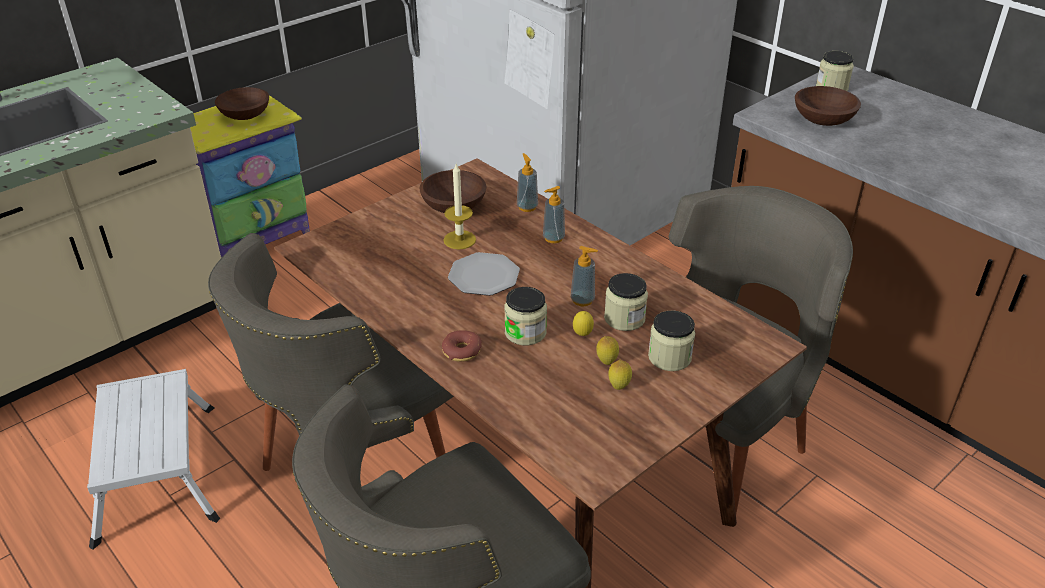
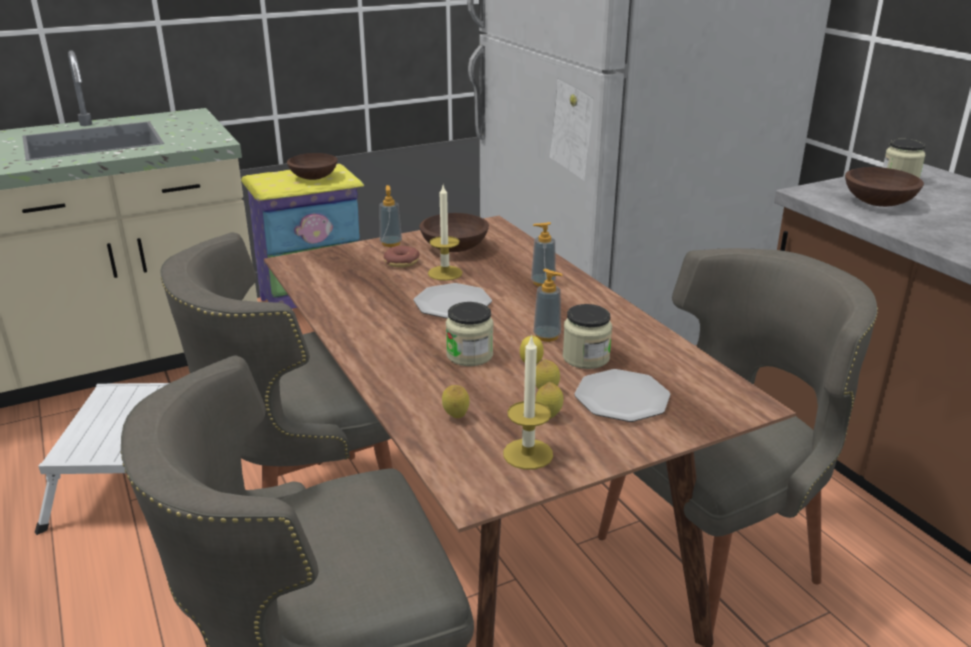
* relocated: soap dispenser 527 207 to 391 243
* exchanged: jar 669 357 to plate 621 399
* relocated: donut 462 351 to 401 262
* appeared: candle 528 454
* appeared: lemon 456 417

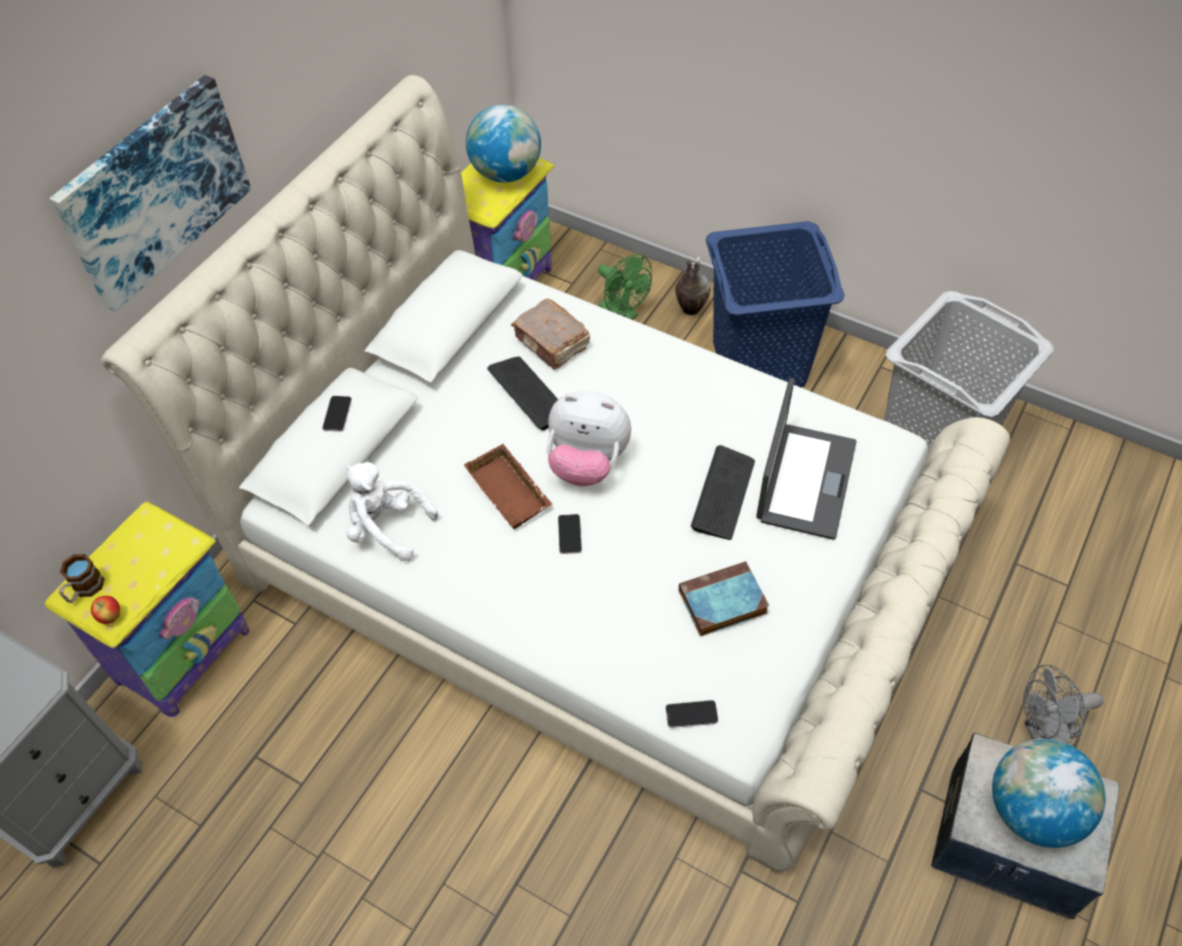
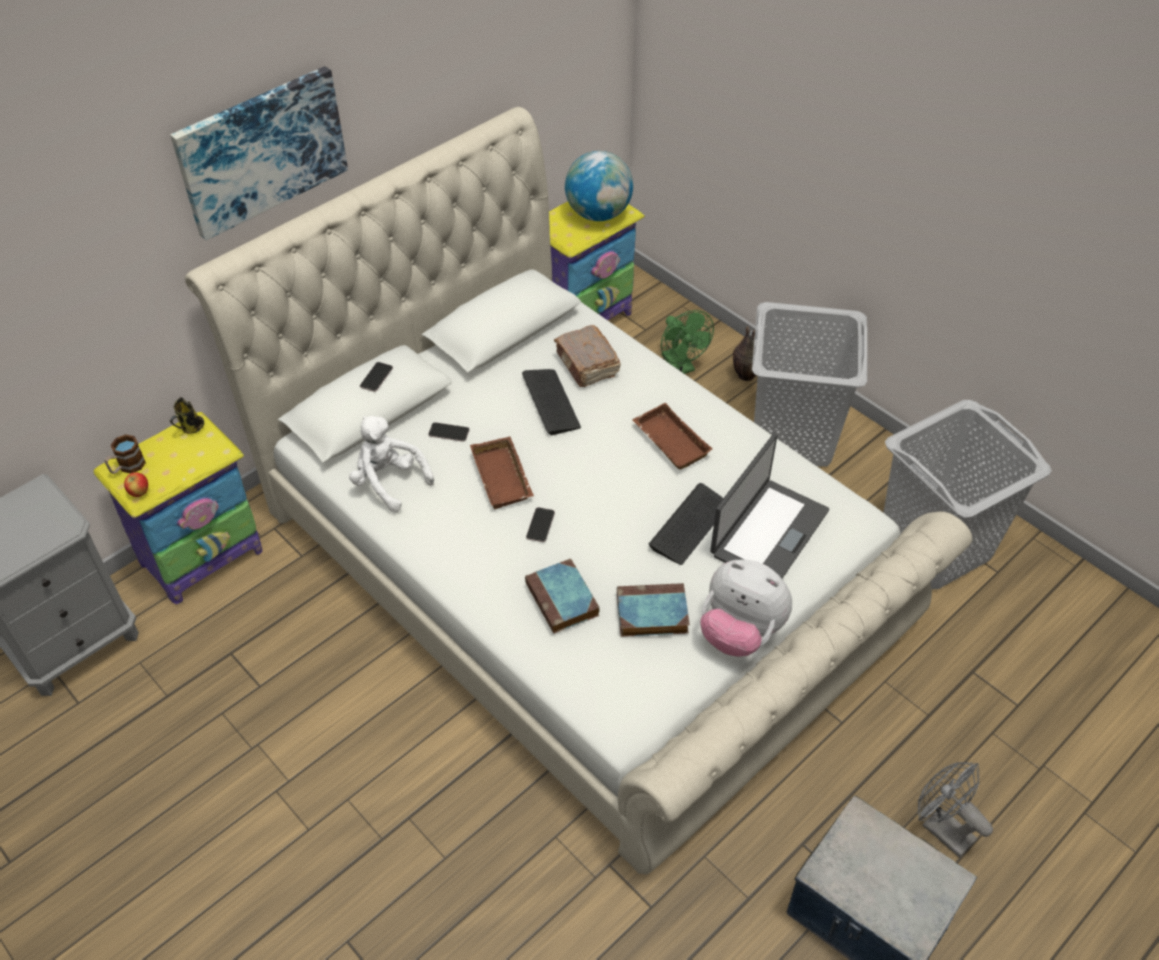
* colour: blue laundry basket 760 363 to grey laundry basket 793 437
* relocated: plush toy 587 463 to 740 632
* spun: grey fan 1043 732 = 941 828 45 degrees clockwise
* relocated: phone 691 714 to 449 432
* missing: globe 1032 810
* appeared: mug 191 428
* appeared: brown tray 668 441
* appeared: book 563 600

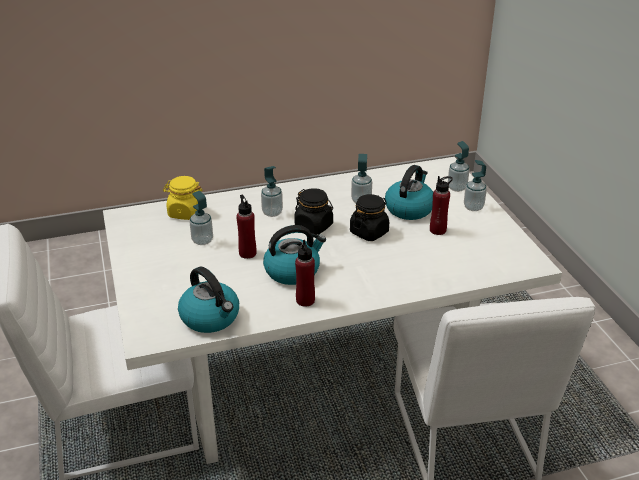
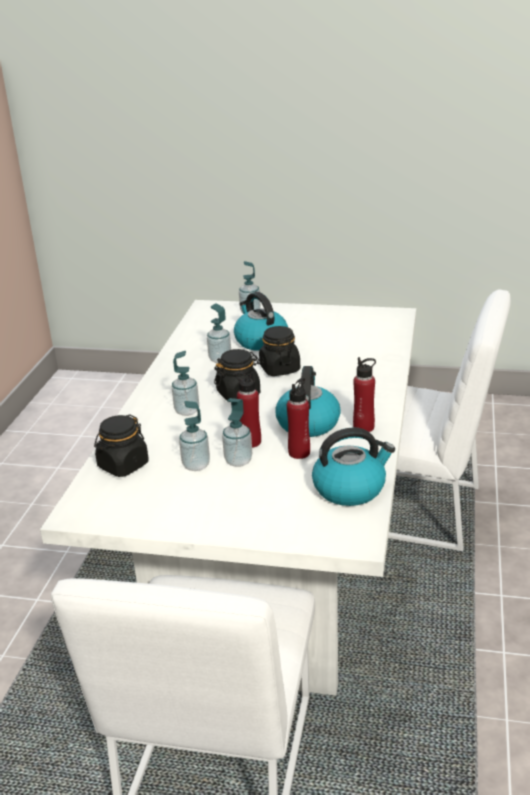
* relocated: soap dispenser 473 207 to 238 461
* colour: yellow jar 185 213 to black jar 123 465
* relocated: red bottle 438 230 to 299 452

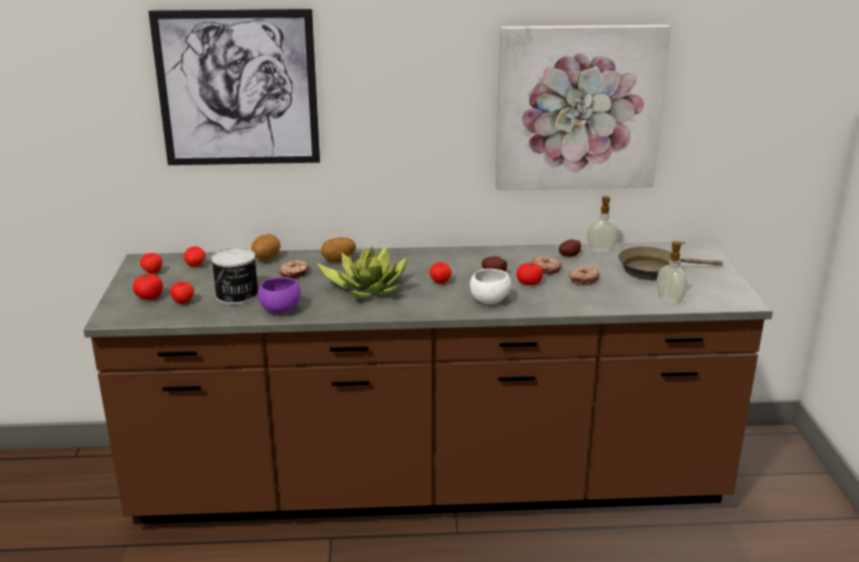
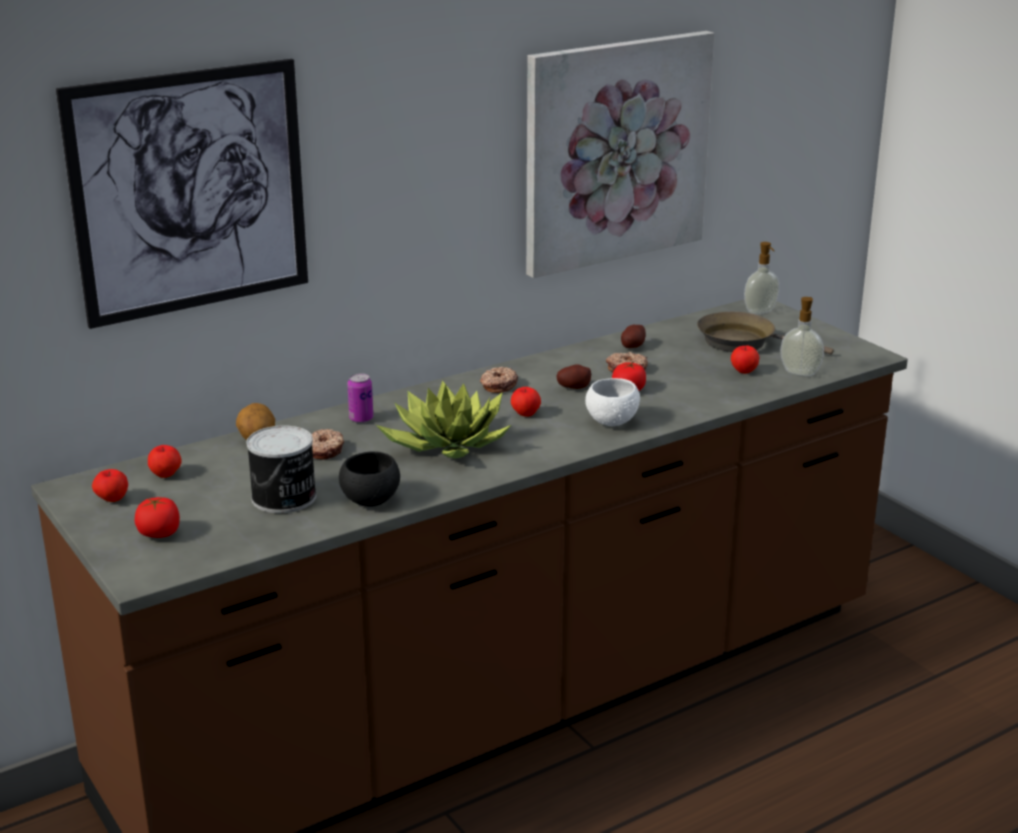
* relocated: soap dispenser 601 251 to 760 312
* exchanged: potato 339 260 to can 361 419
* spun: brown frying pan 653 270 = 742 342 60 degrees clockwise
* relocated: donut 583 280 to 498 385
* colour: purple bowl 280 310 to black bowl 371 500
* relocated: apple 183 302 to 744 371

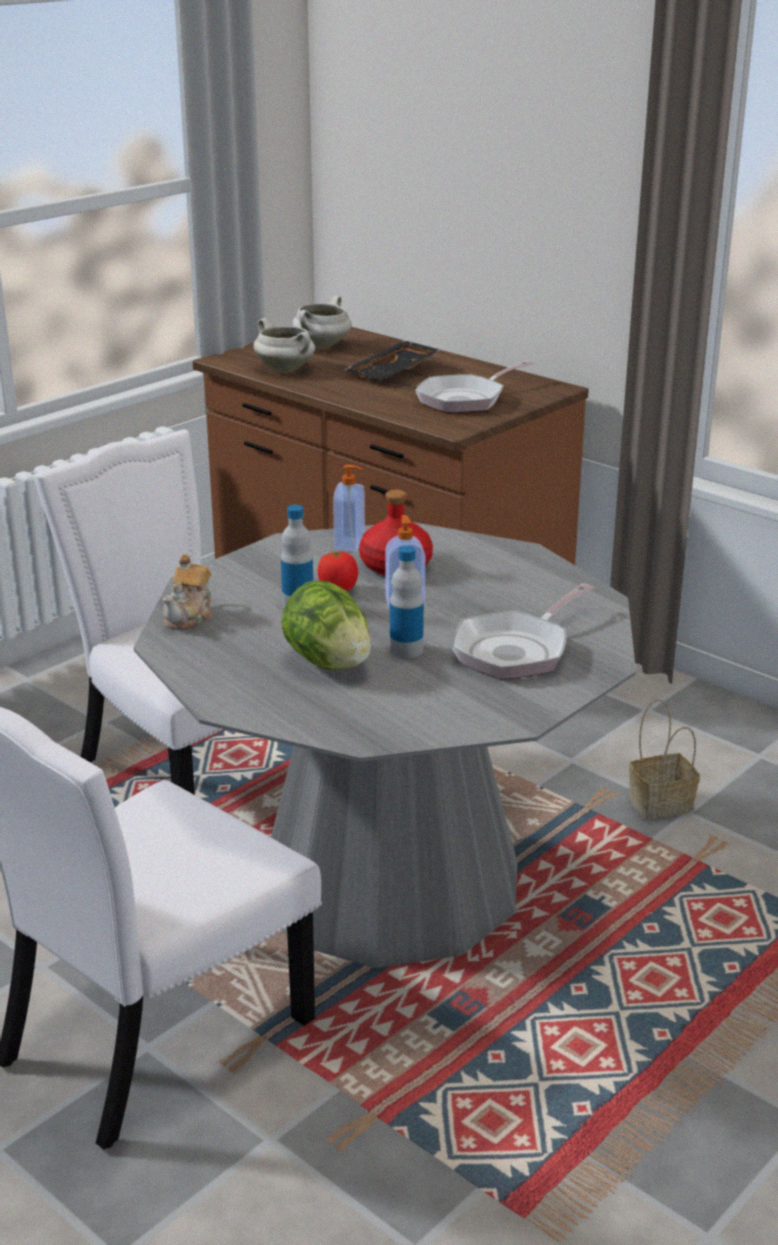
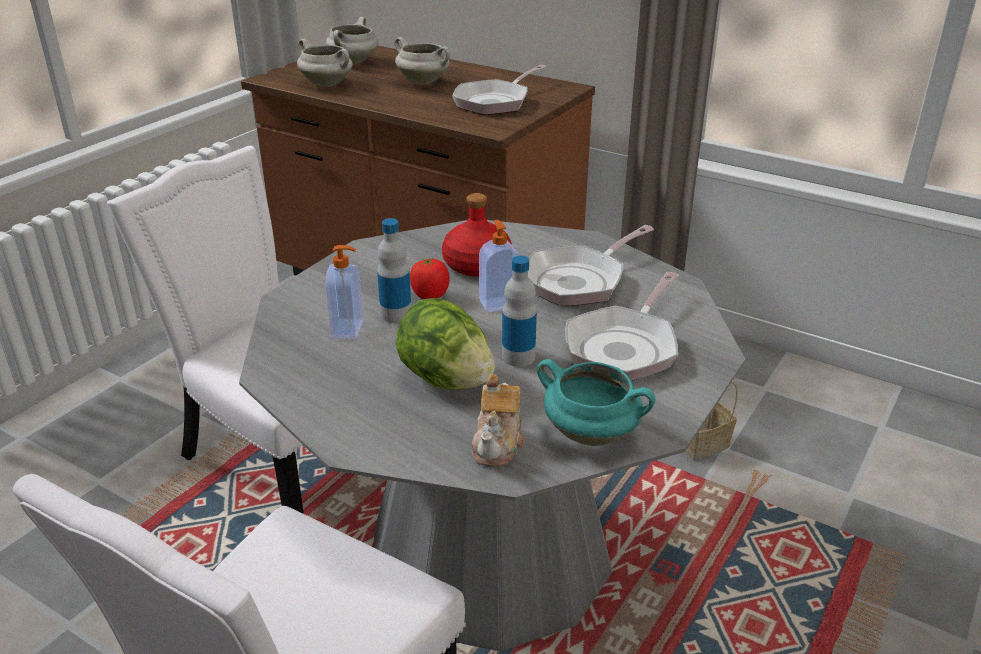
* exchanged: black tray 394 373 to white cooking pot 424 82
* relocated: soap dispenser 350 545 to 349 329
* relocated: teapot 190 616 to 498 444
* appeared: frying pan 579 280
* appeared: turquoise cooking pot 592 434

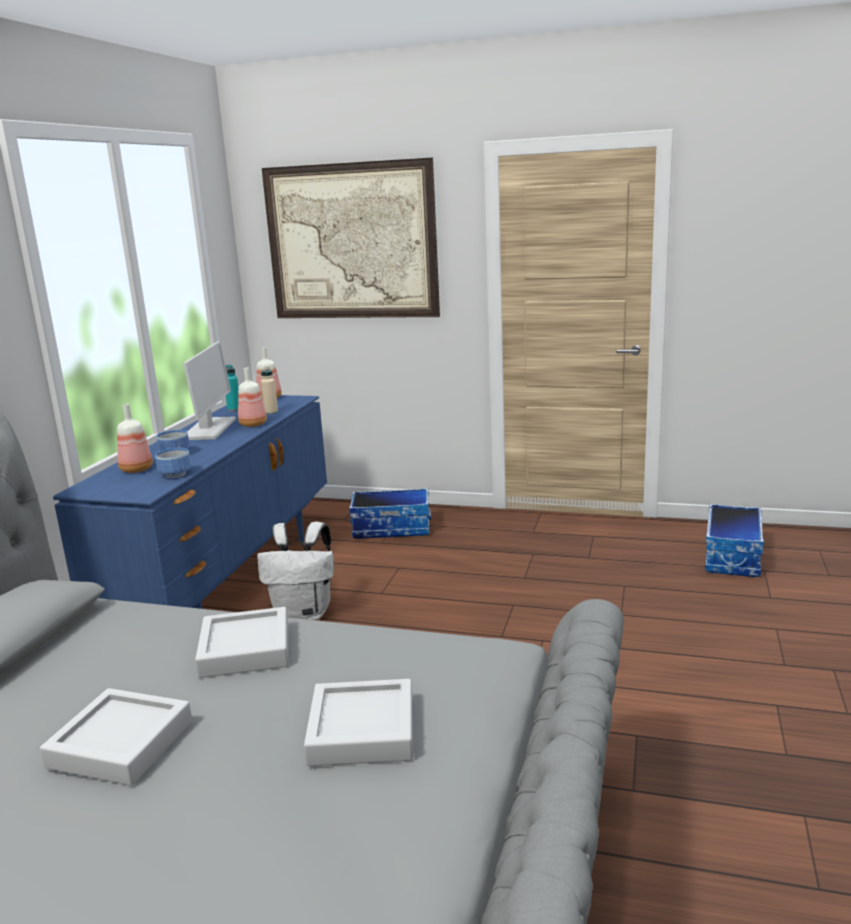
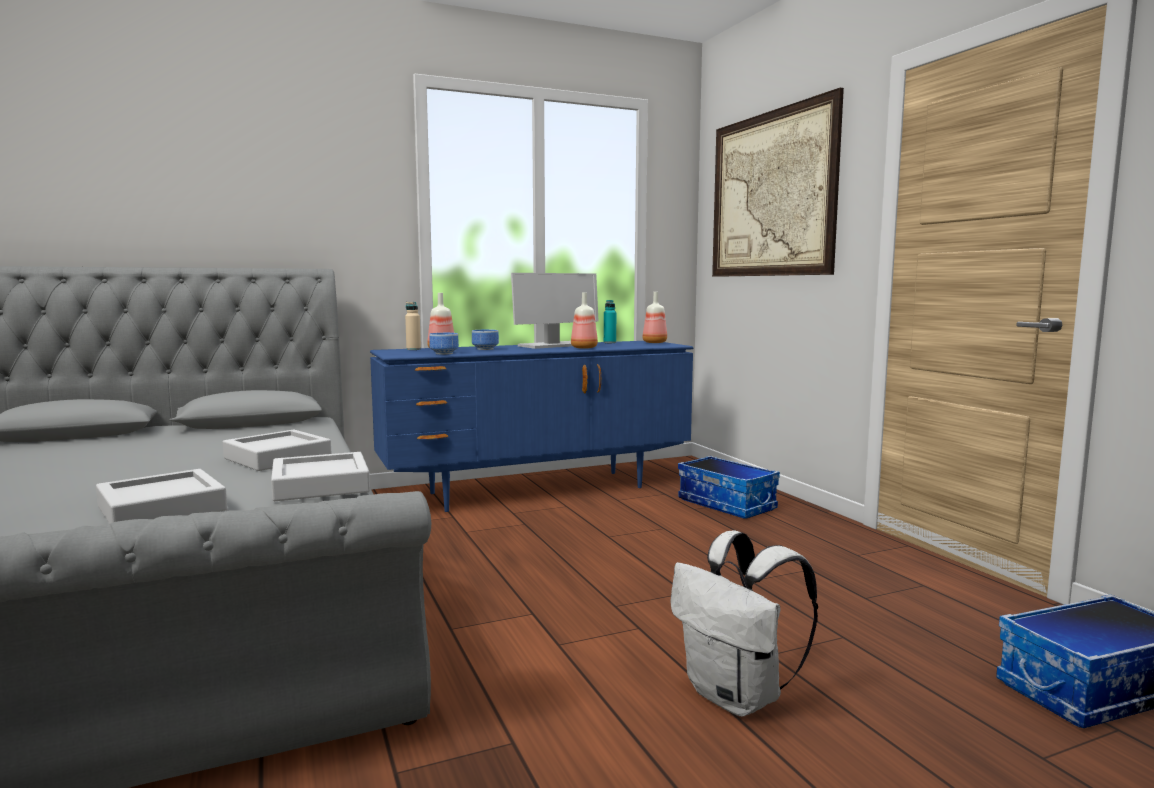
* relocated: beige bottle 271 412 to 413 349
* relocated: white backpack 304 613 to 737 697
* relocated: grey tray 121 744 to 320 485

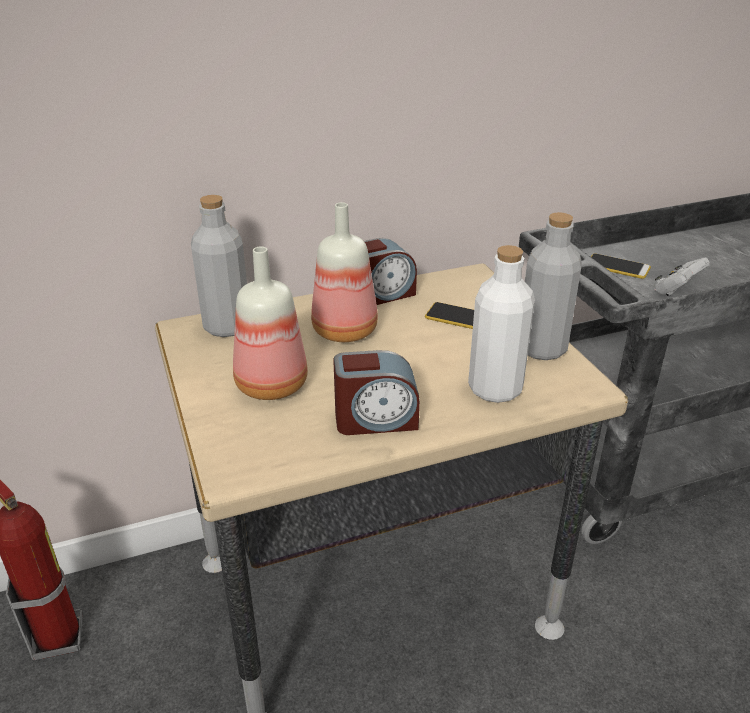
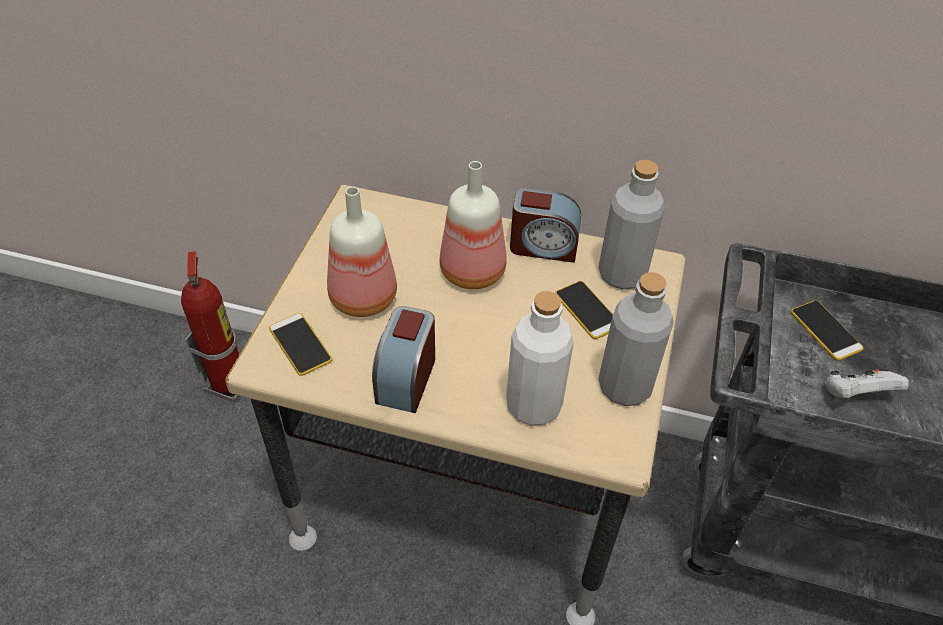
* relocated: grey bottle 227 326 to 622 274
* spun: alarm clock 376 419 = 406 378 75 degrees clockwise
* appeared: phone 300 344

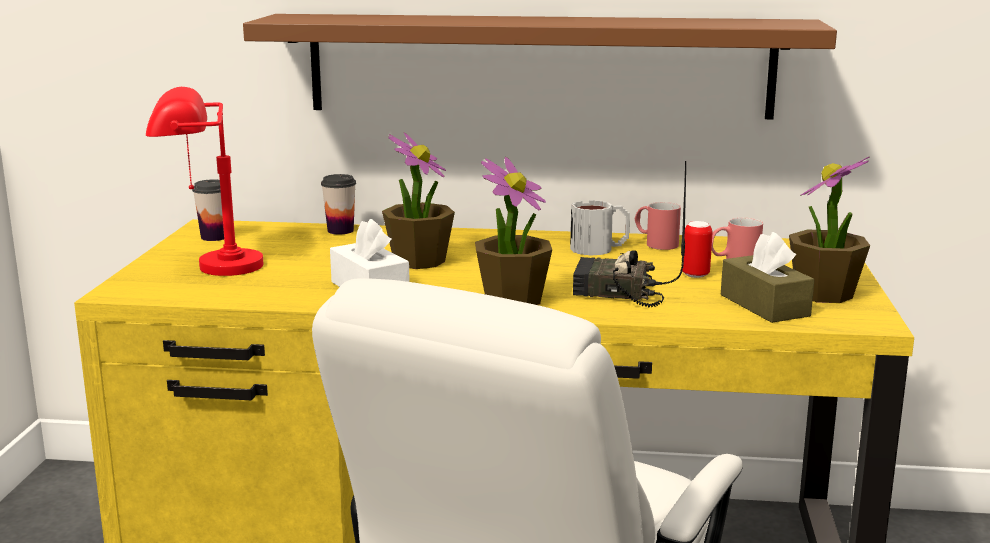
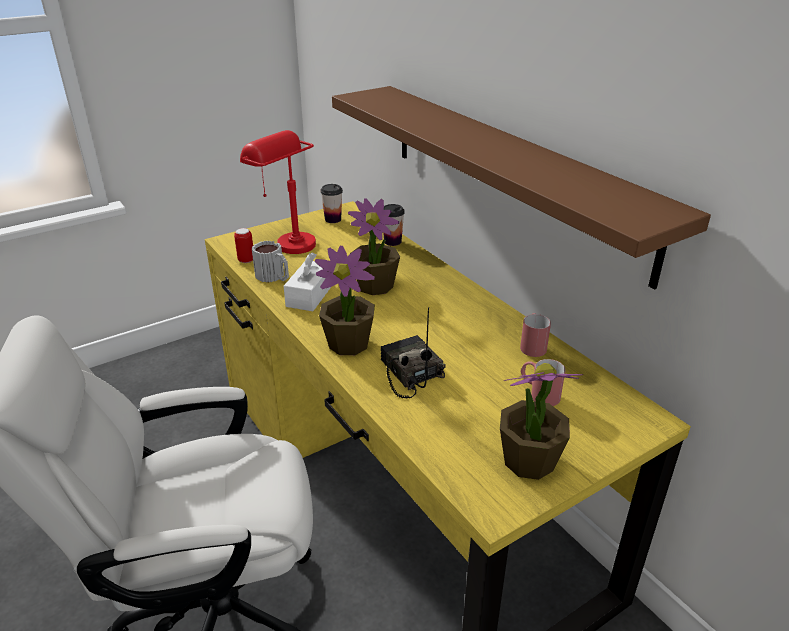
* relocated: mug 600 249 to 274 277
* relocated: can 695 275 to 246 260
* missing: brown tissue box 764 305

